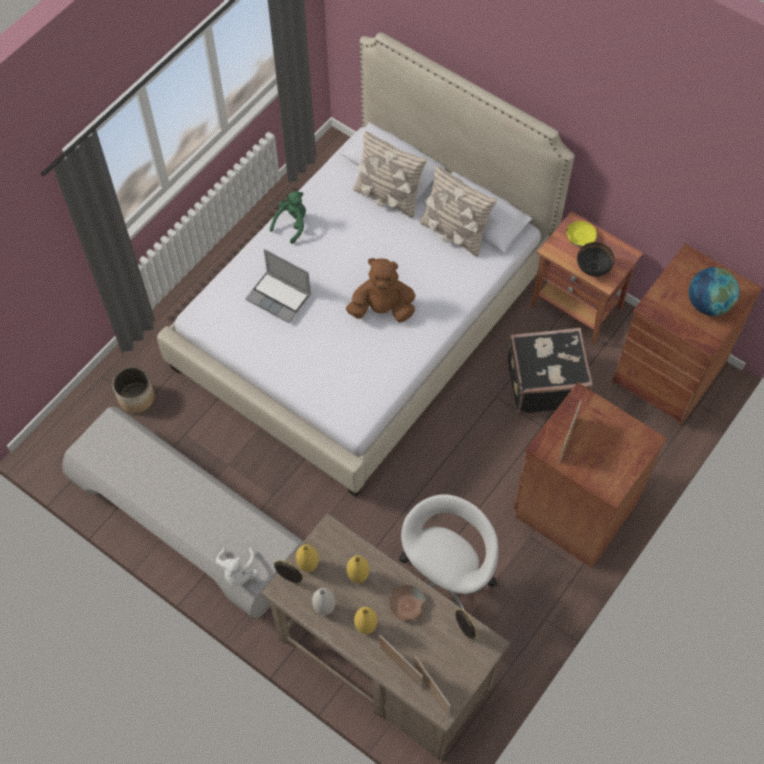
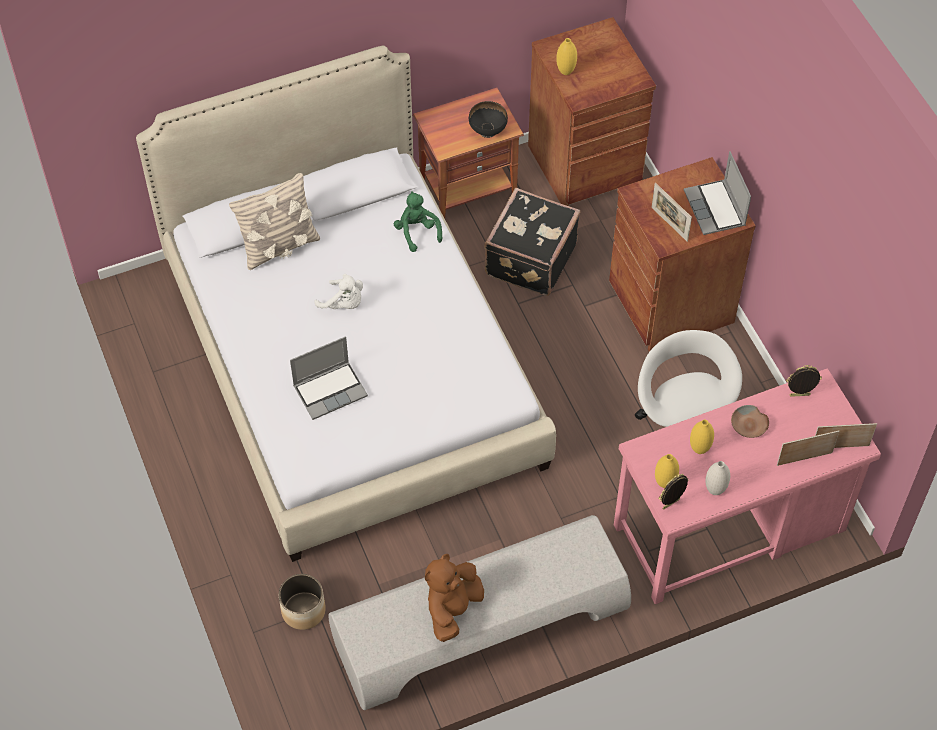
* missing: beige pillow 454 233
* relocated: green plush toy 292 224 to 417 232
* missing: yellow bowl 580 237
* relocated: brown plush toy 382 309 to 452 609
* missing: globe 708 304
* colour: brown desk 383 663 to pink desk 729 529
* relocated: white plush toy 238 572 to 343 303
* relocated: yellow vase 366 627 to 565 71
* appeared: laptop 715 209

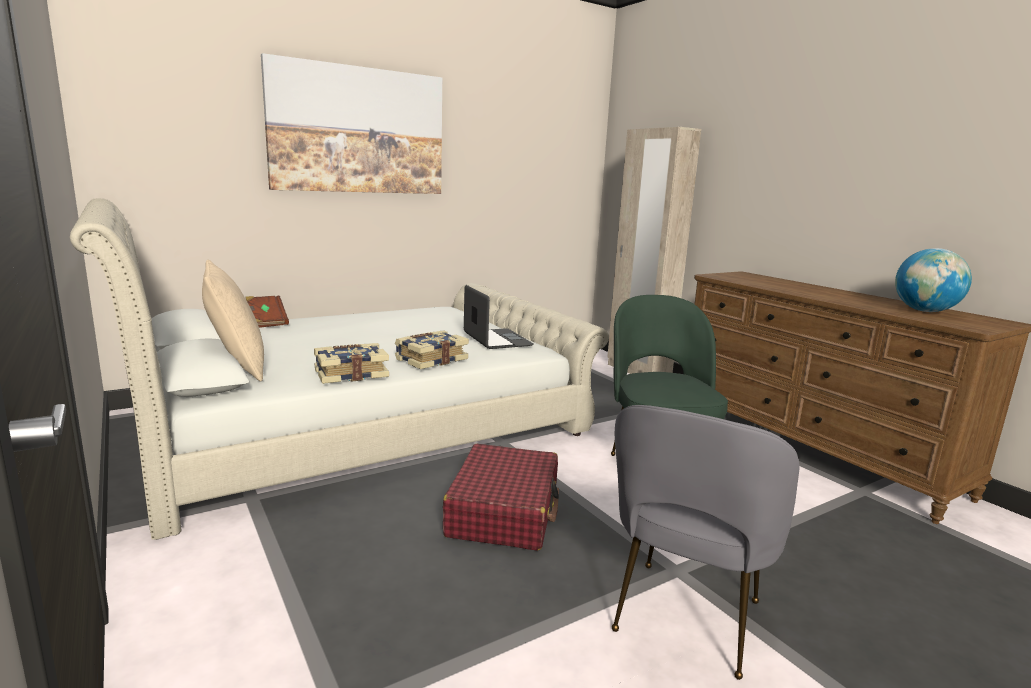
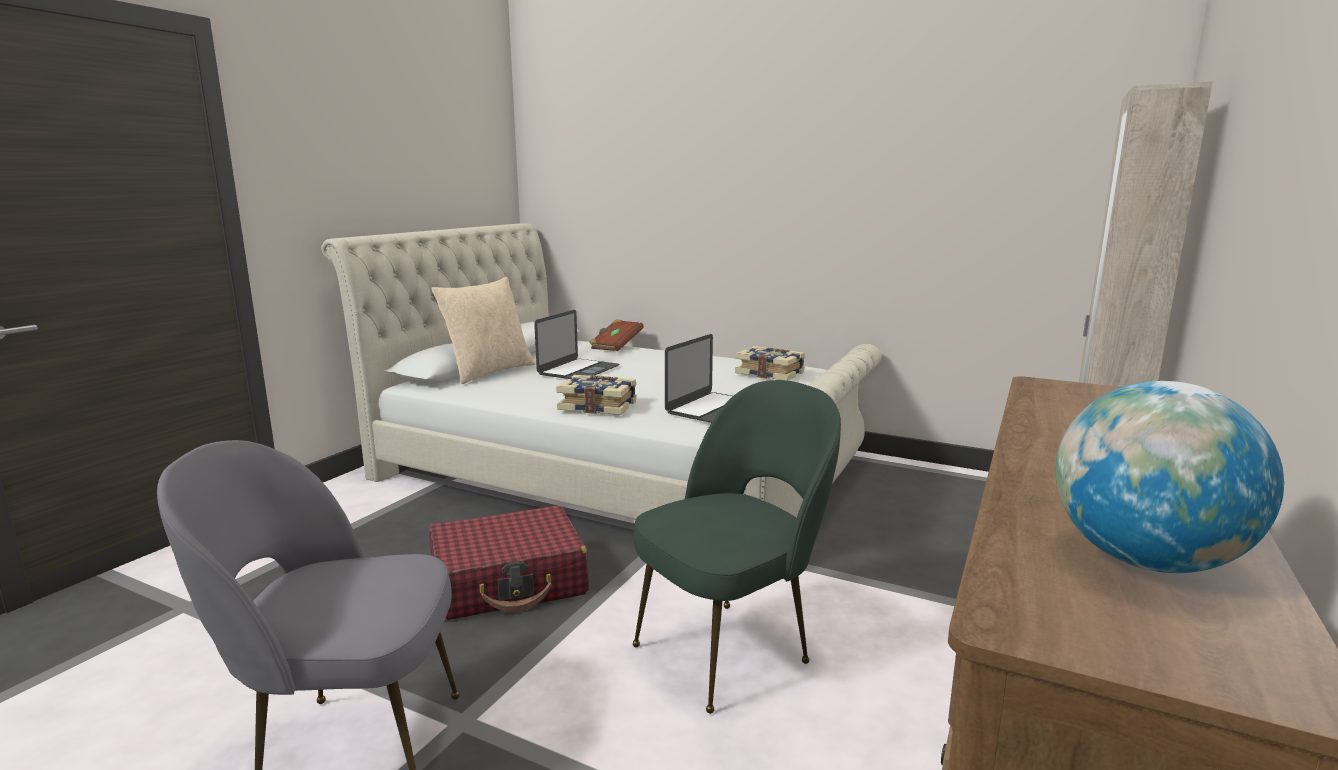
* missing: picture 358 131
* relocated: book 351 374 to 770 373
* appeared: laptop 578 370

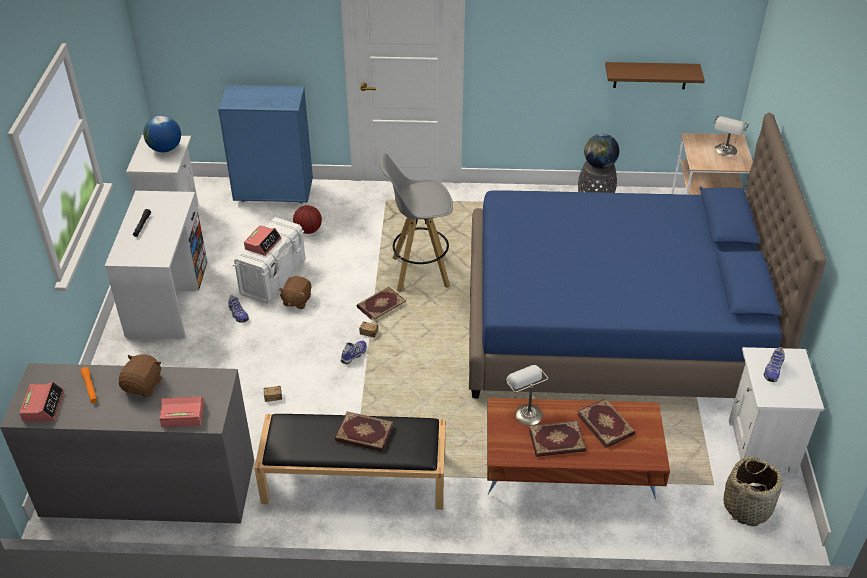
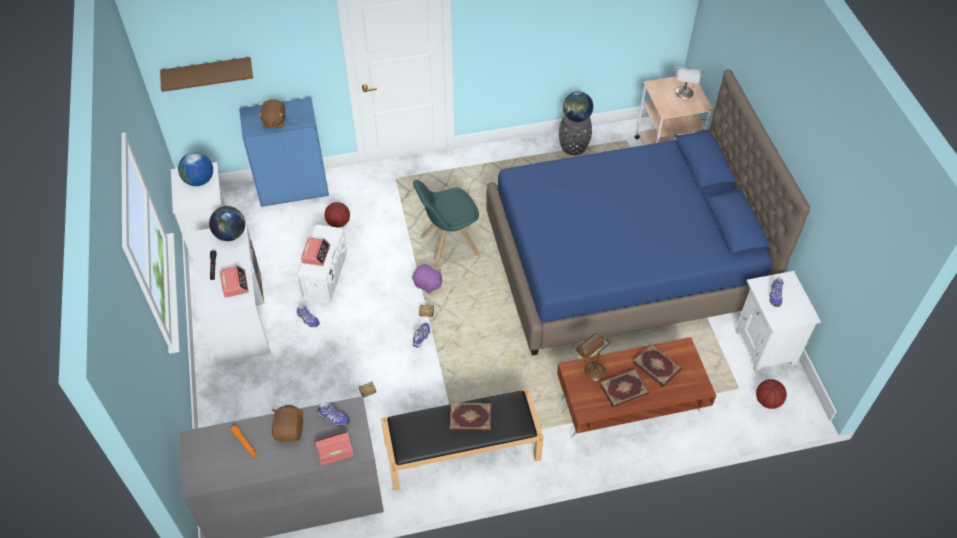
* relocated: brown shelf 650 75 to 208 73
* exchanged: grey stool 419 272 to turquoise chair 448 245
* relocated: brown plush toy 296 300 to 274 121
* exchanged: book 381 305 to purple plush toy 427 284
* colour: white table lamp 525 411 to brown table lamp 591 368
* relocated: alarm clock 43 406 to 234 284
* exchanged: basket 747 506 to basketball 768 401
* appeared: globe 231 235
* appeared: shoe 333 418

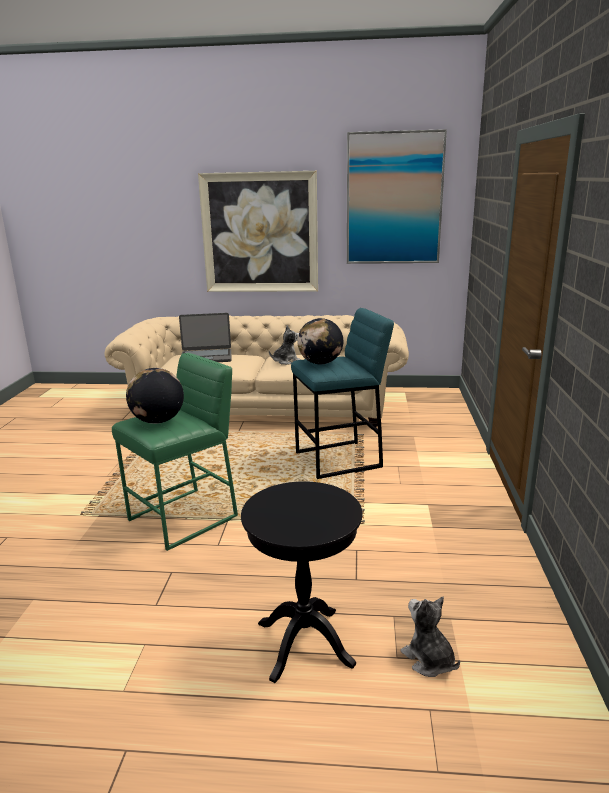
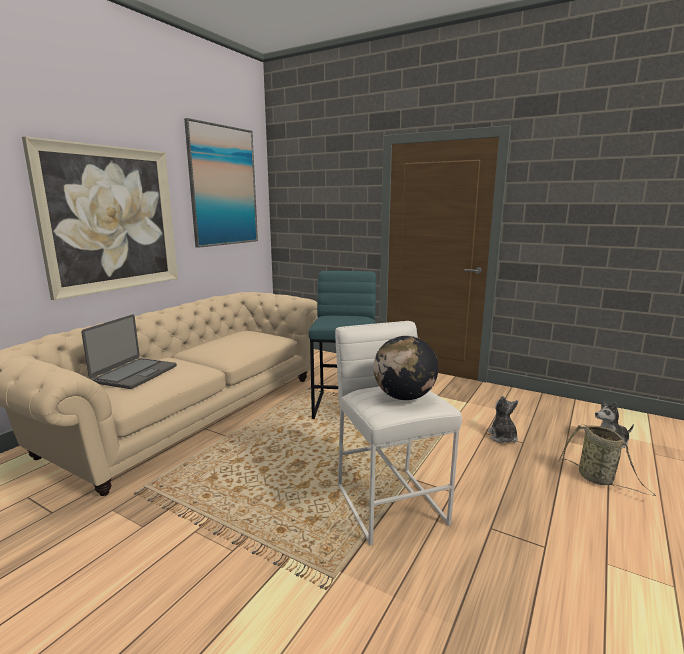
* missing: globe 320 363
* relocated: plush toy 286 361 to 502 437
* colour: green stool 184 517 to white stool 390 502
* exchanged: black side table 304 643 to basket 598 479

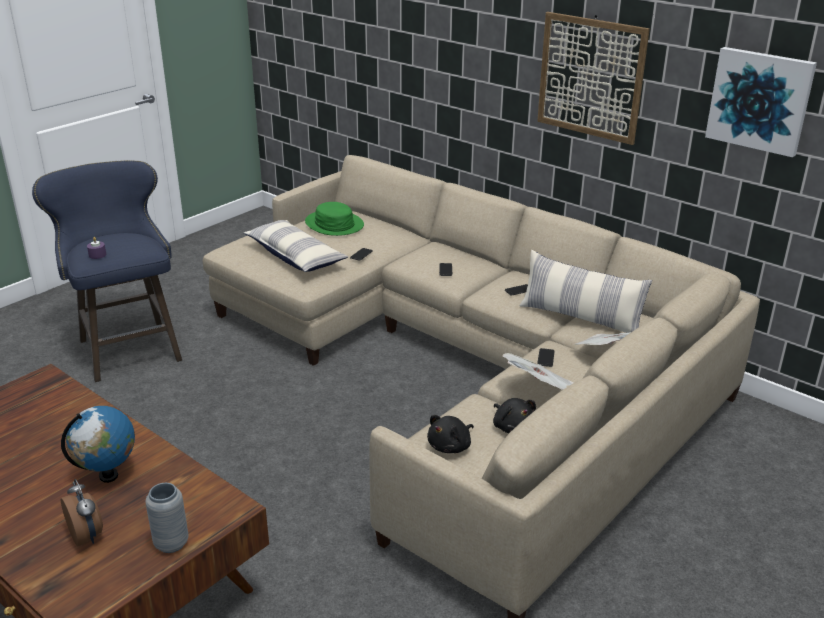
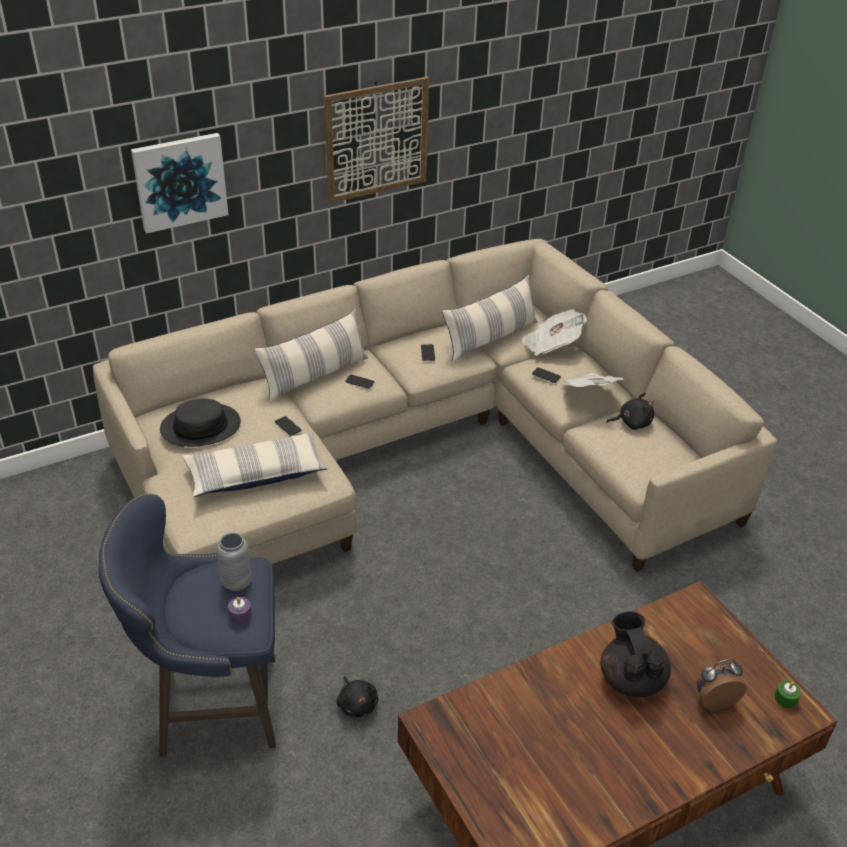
* relocated: picture 759 100 to 180 181
* colour: green hat 334 224 to black hat 200 427
* exchanged: globe 108 476 to black teapot 631 678
* relocated: black plush toy 451 446 to 357 704
* relocated: grey vase 171 543 to 237 582
* appeared: pillow 315 376
* appeared: green candle 785 698

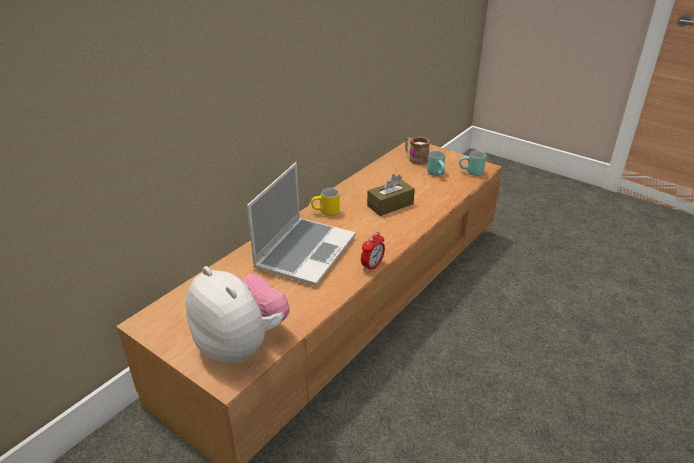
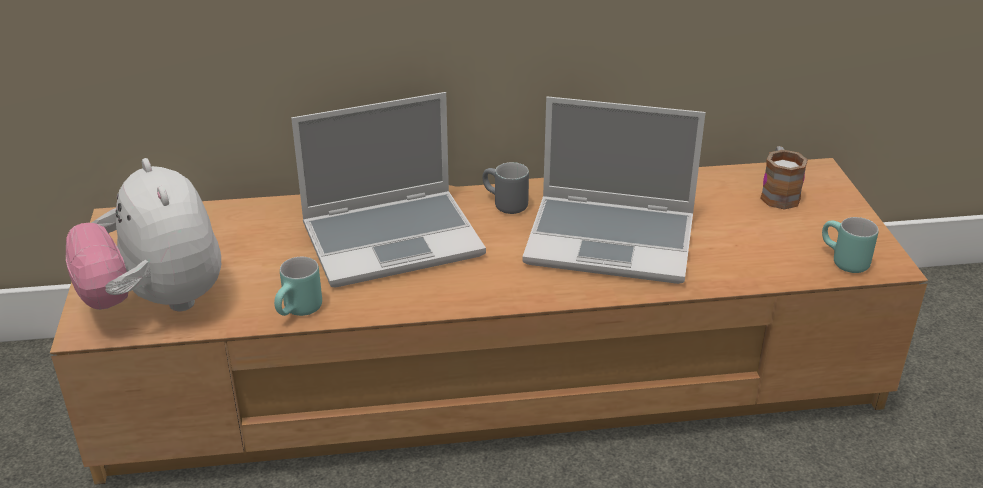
* relocated: turquoise mug 438 174 to 300 312
* exchanged: brown tissue box 390 205 to laptop 612 241
* colour: yellow mug 326 213 to grey mug 503 205
* missing: alarm clock 372 266
* spun: plush toy 241 345 = 157 302 150 degrees clockwise

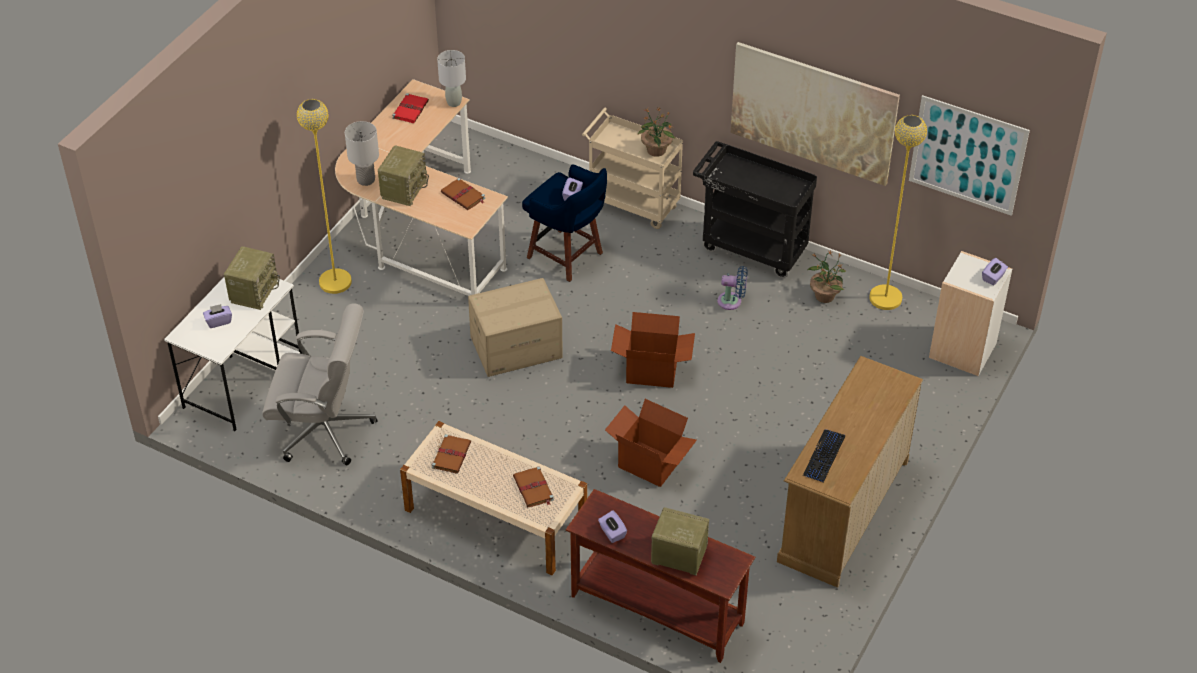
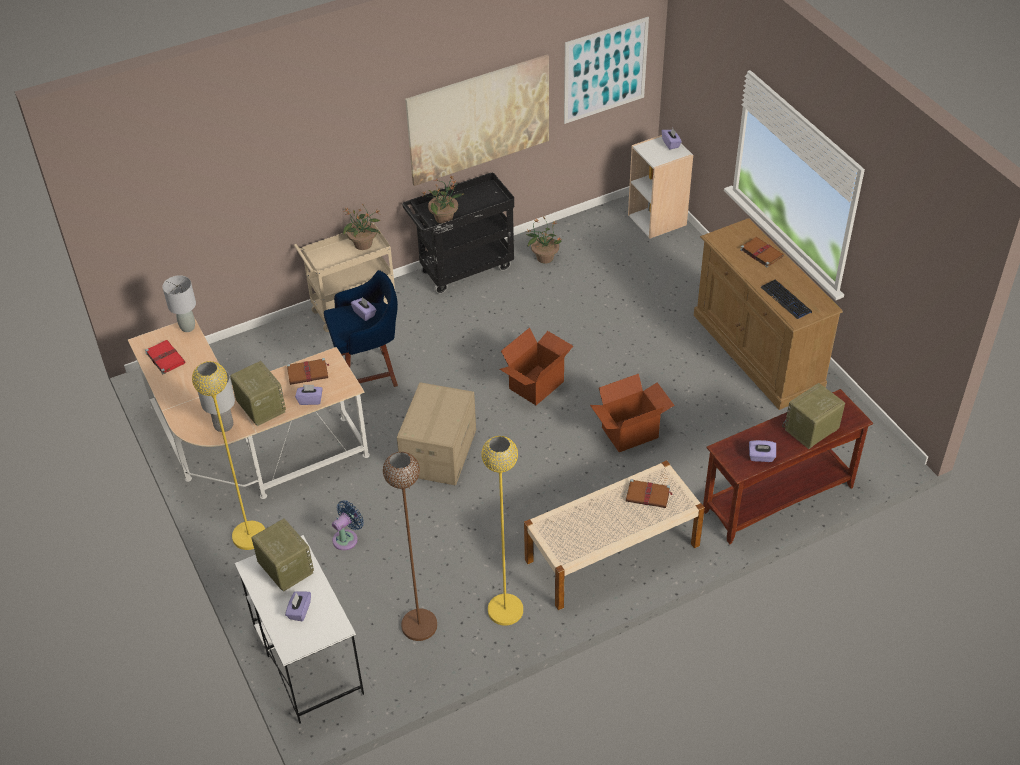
* relocated: yellow floor lamp 885 298 to 505 610
* relocated: blue fan 732 301 to 347 538
* exchanged: grey office chair 324 430 to brown floor lamp 419 625
* relocated: brown book 451 455 to 761 253
* appeared: potted plant 444 218
* appeared: purple tissue box 310 400

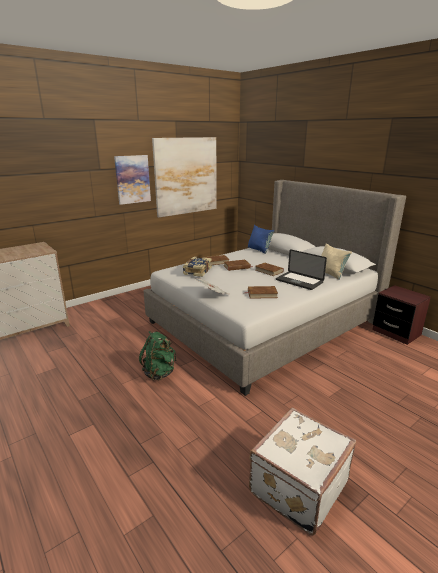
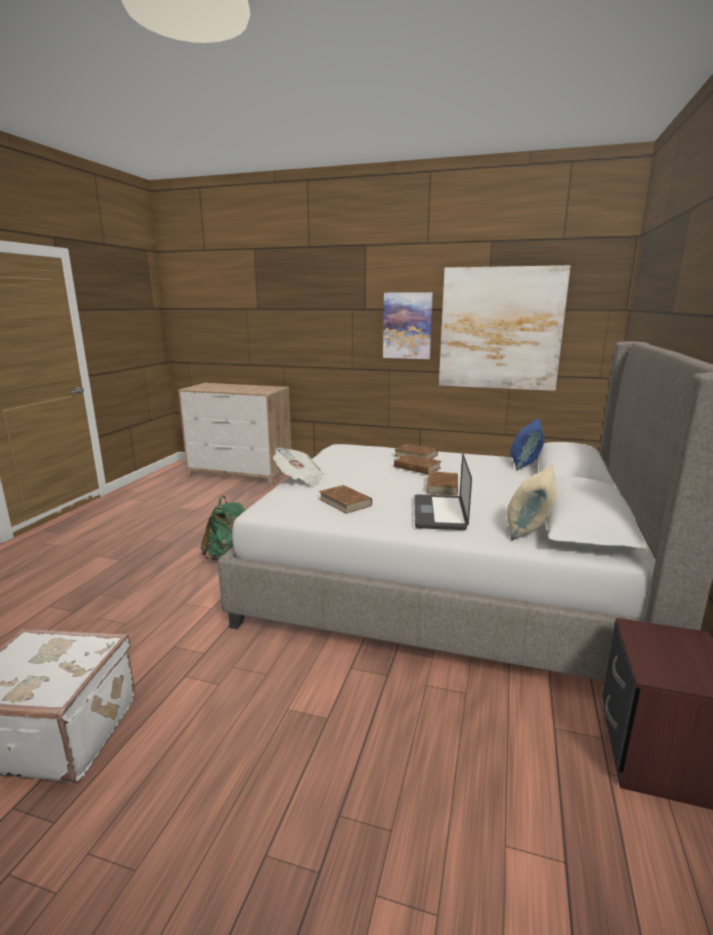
* missing: book 197 271

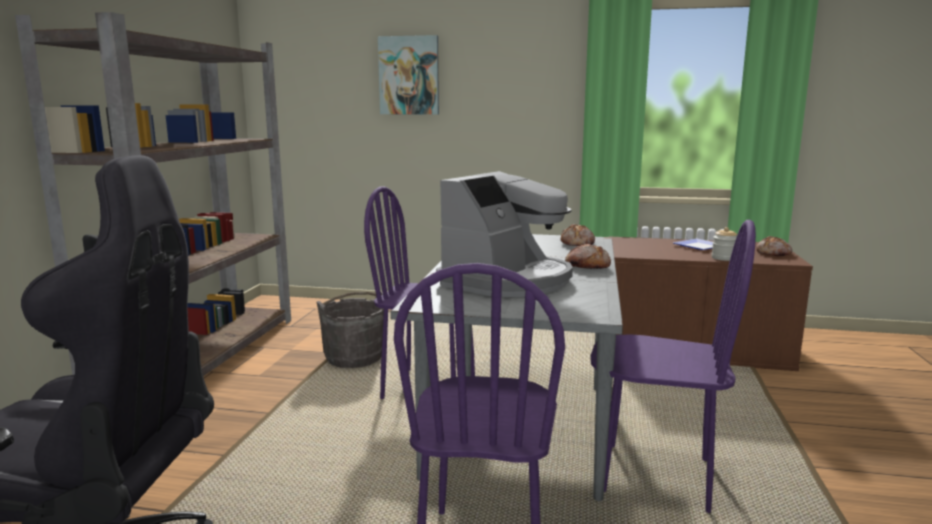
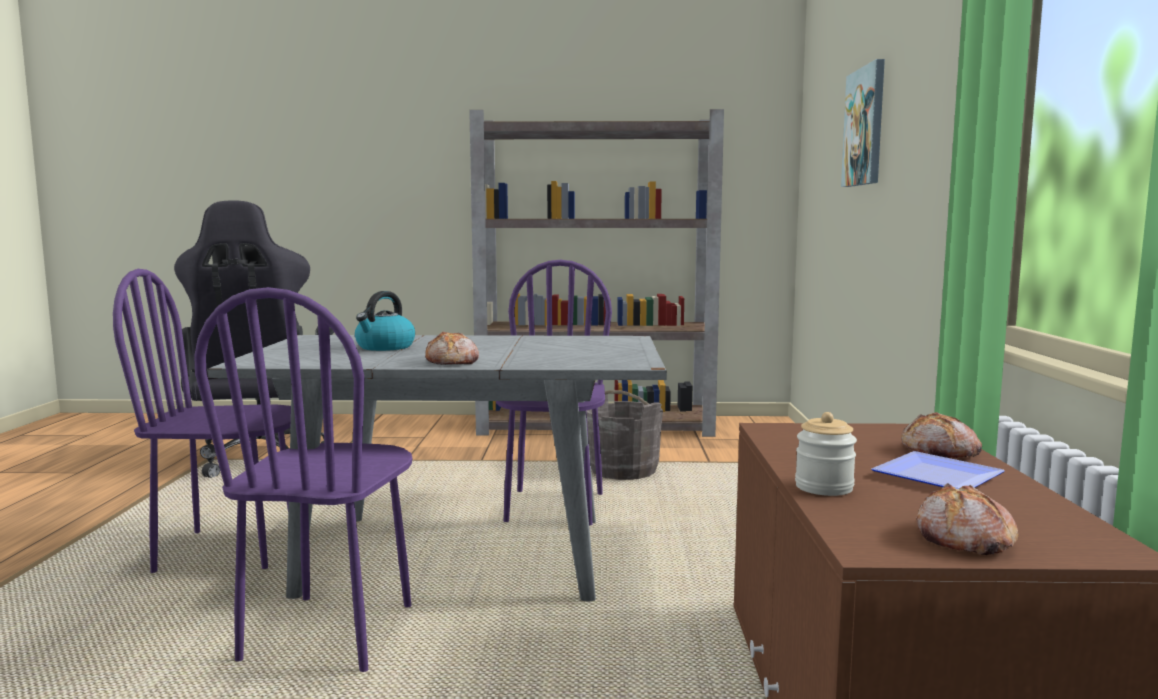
* exchanged: coffee machine 508 281 to kettle 385 347
* relocated: bread 578 243 to 940 451

